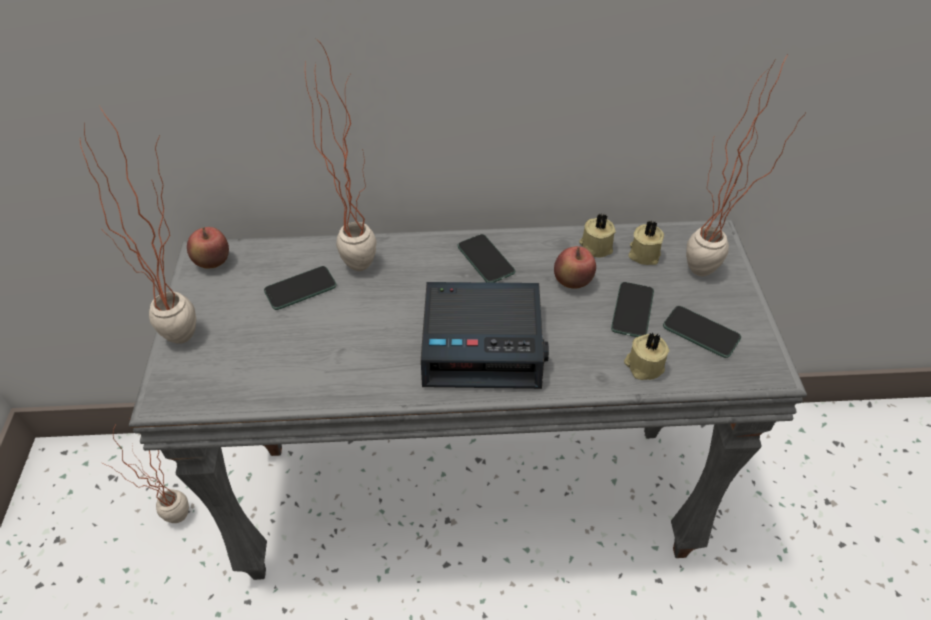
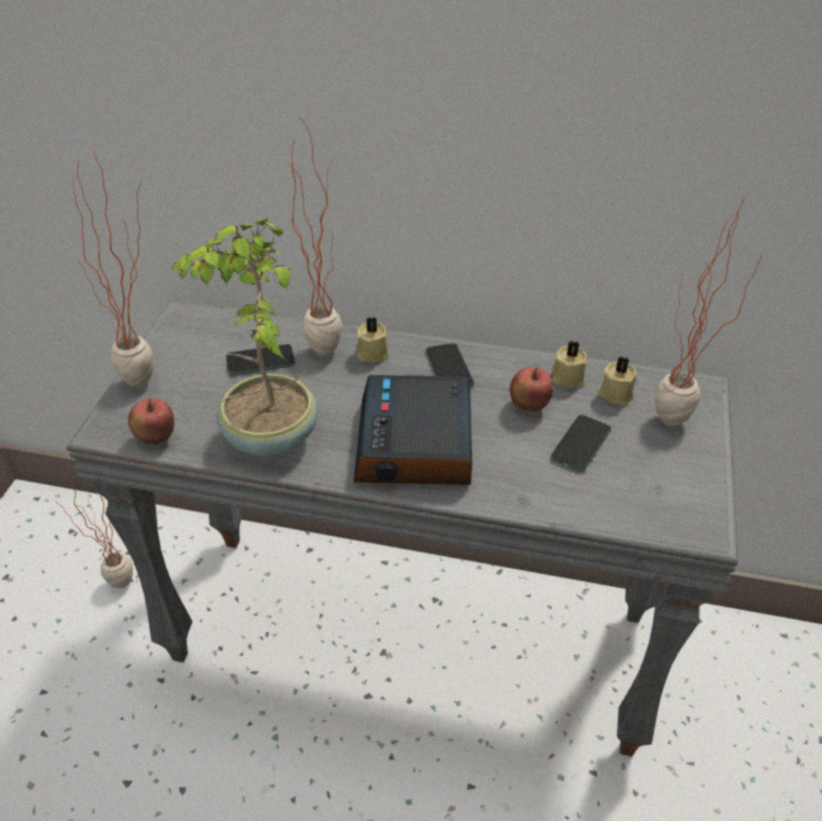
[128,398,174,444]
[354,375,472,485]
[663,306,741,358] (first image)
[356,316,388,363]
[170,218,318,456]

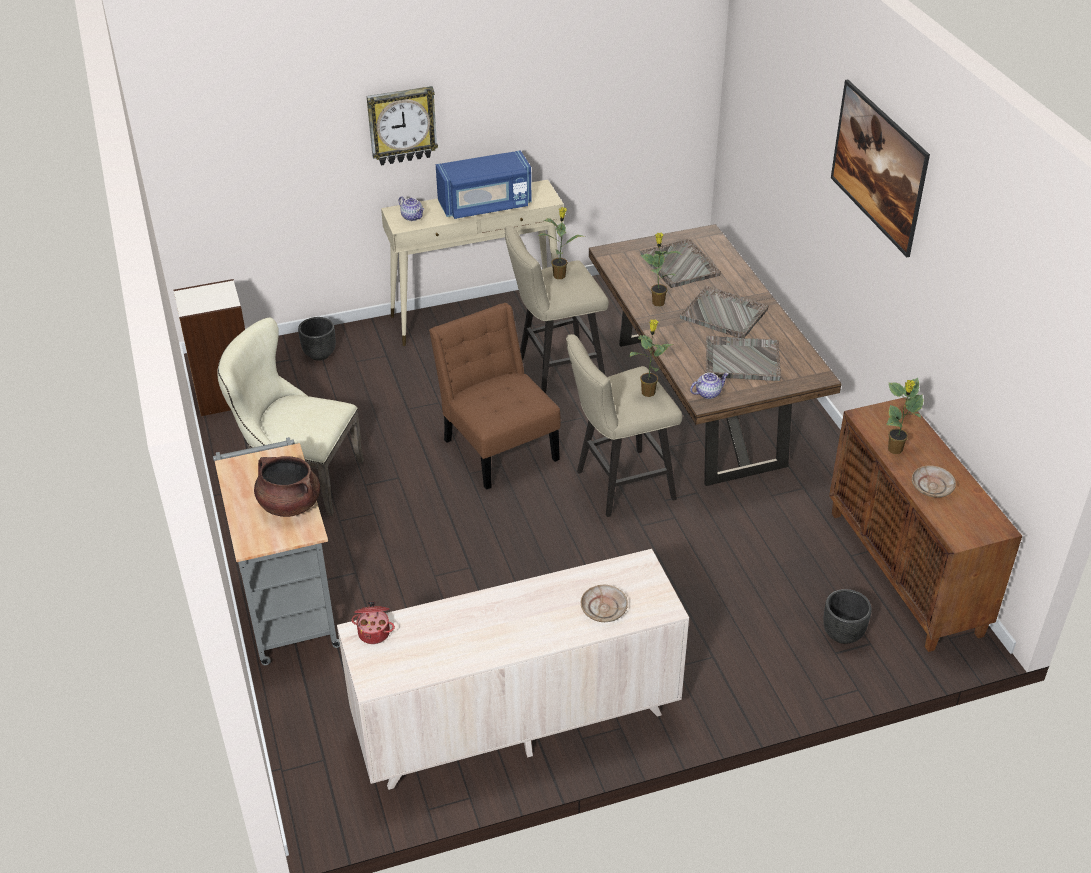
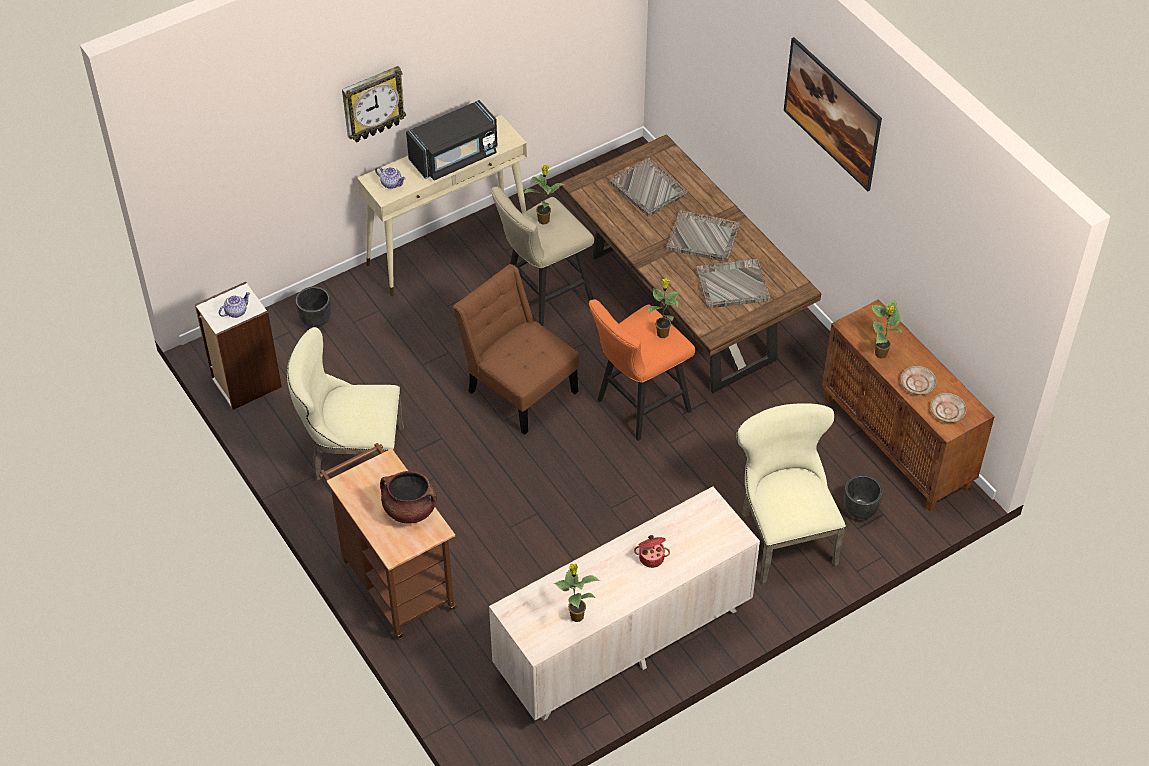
[406,100,498,181]
[554,563,600,622]
[589,299,695,441]
[219,292,250,318]
[319,443,457,639]
[930,393,967,423]
[634,535,670,568]
[736,403,846,584]

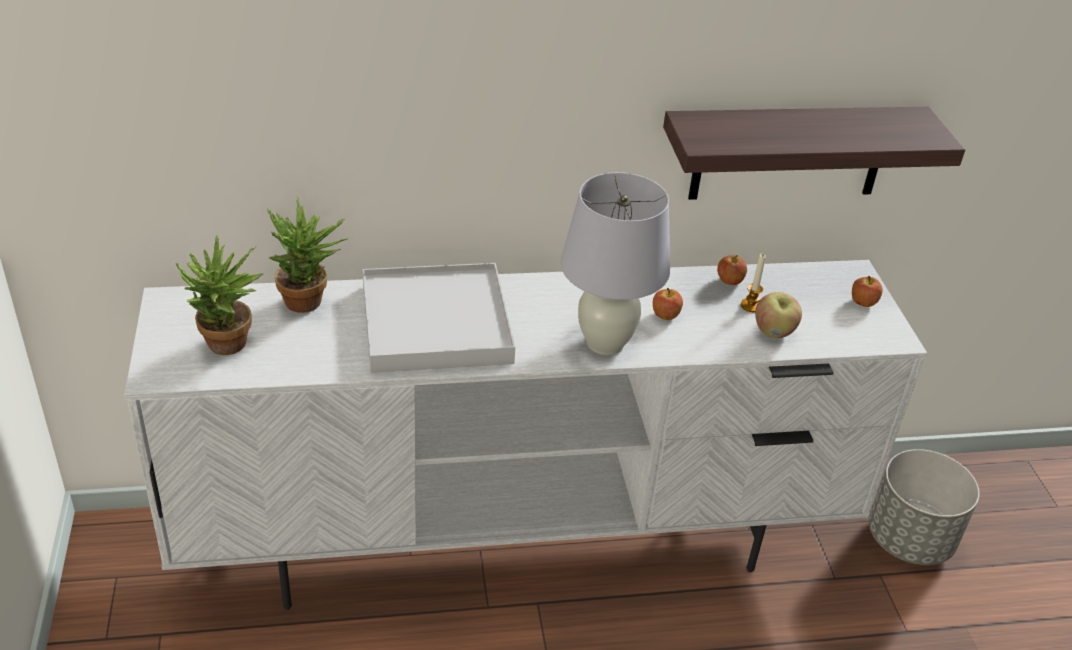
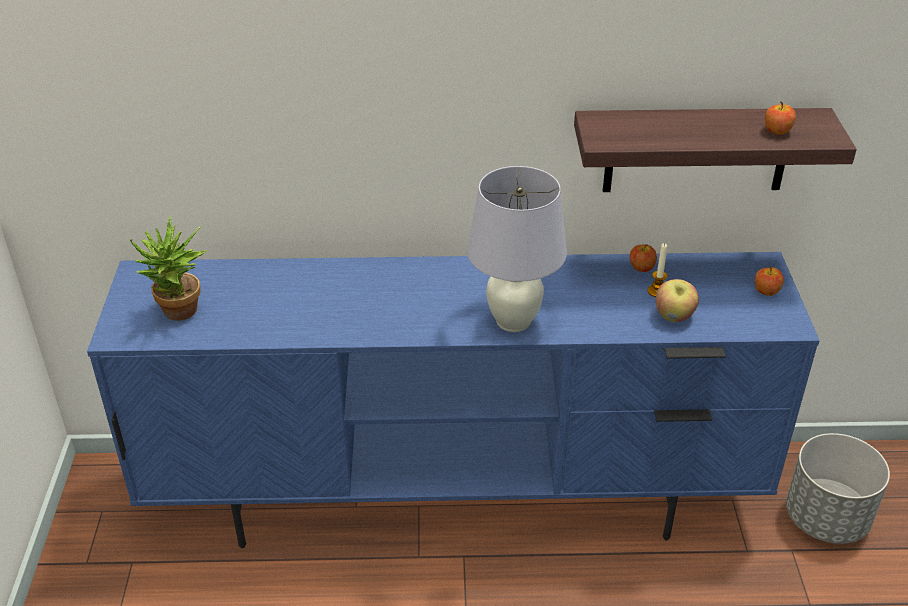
[267,197,348,313] (first image)
[87,252,820,548]
[363,263,515,373] (first image)
[765,101,796,135]

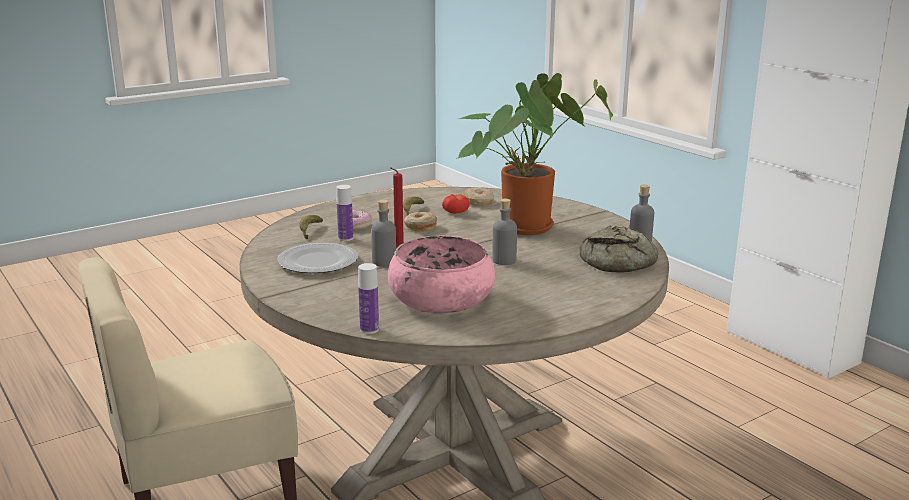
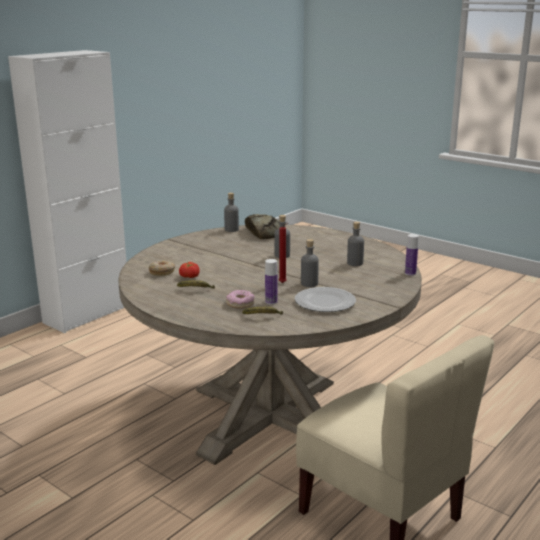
[456,73,613,235] (first image)
[404,212,437,232] (first image)
[347,221,364,266]

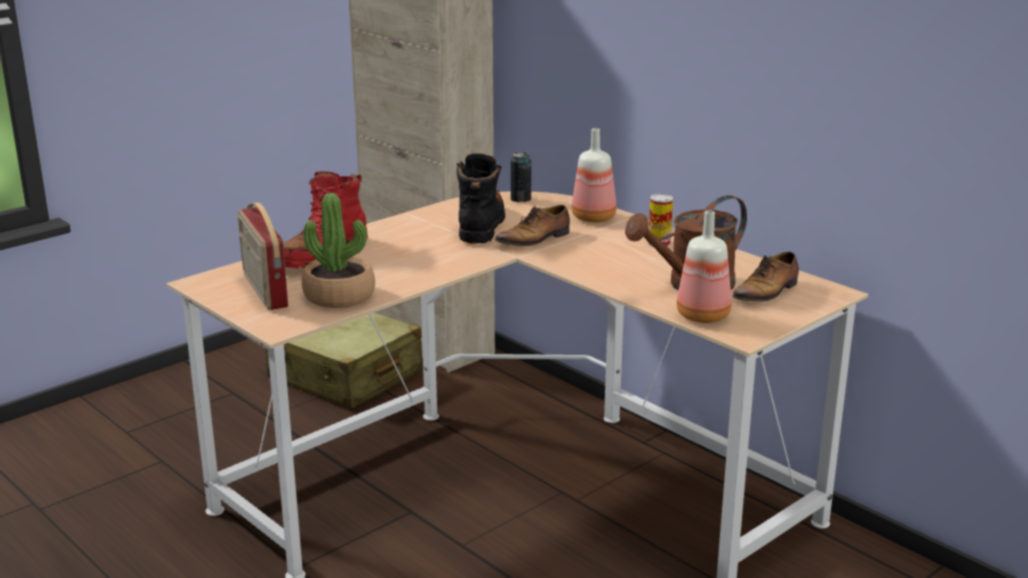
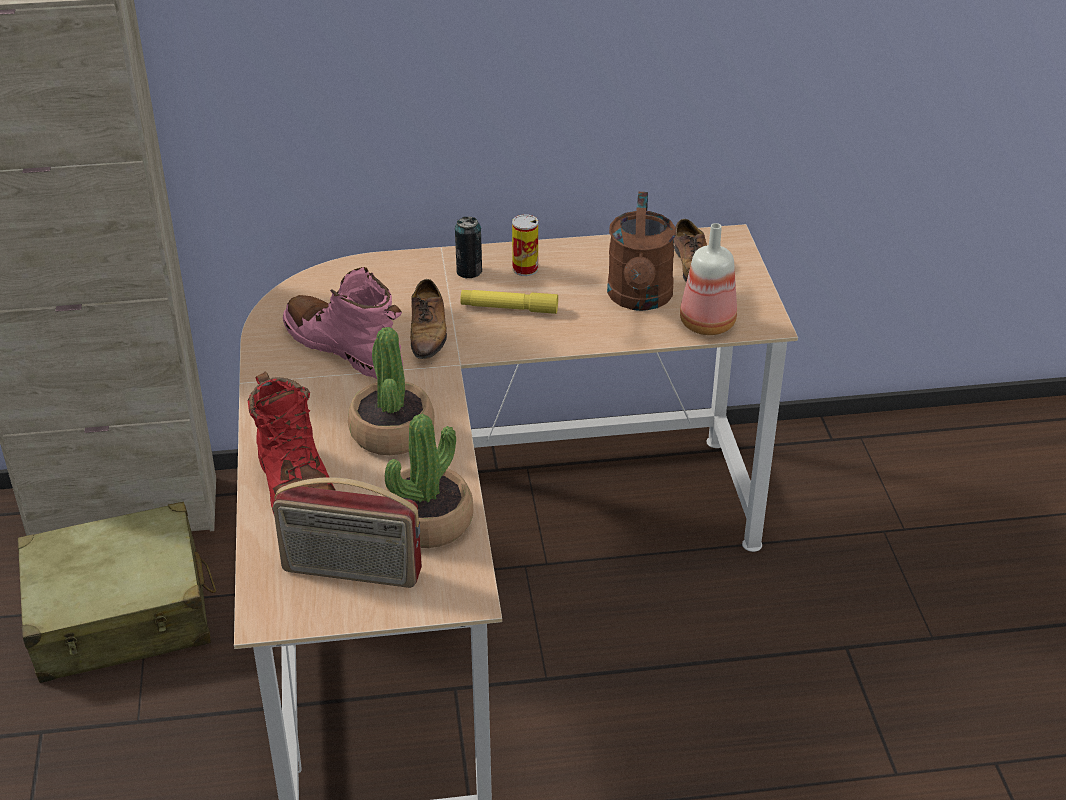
[572,128,616,222] (first image)
[455,217,482,279]
[283,267,403,379]
[460,290,558,314]
[348,327,434,455]

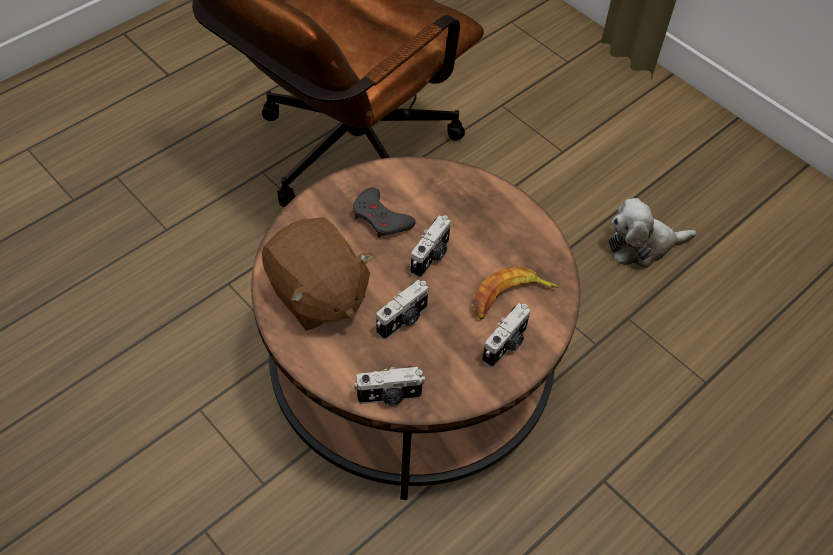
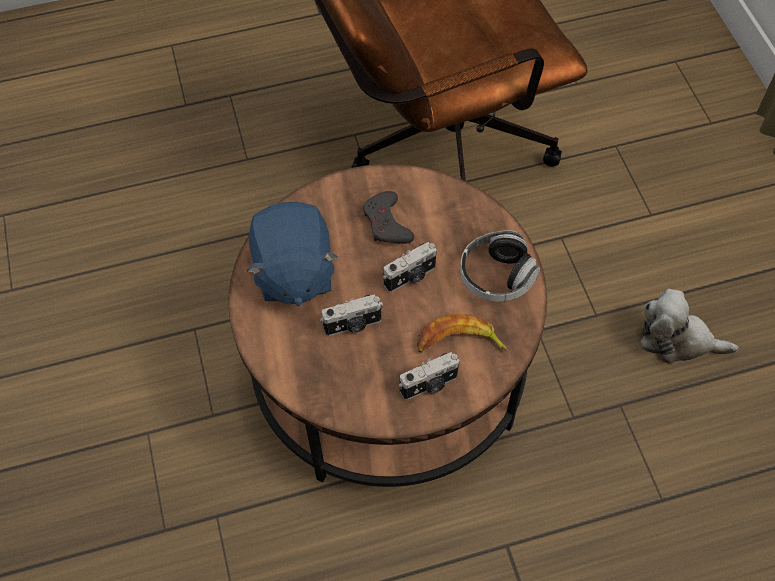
[247,202,337,306]
[354,366,425,405] (first image)
[460,230,541,302]

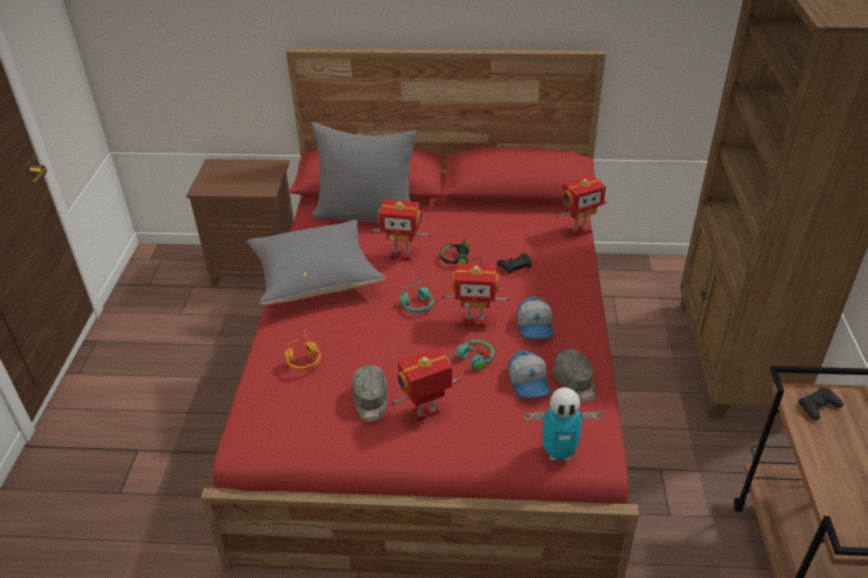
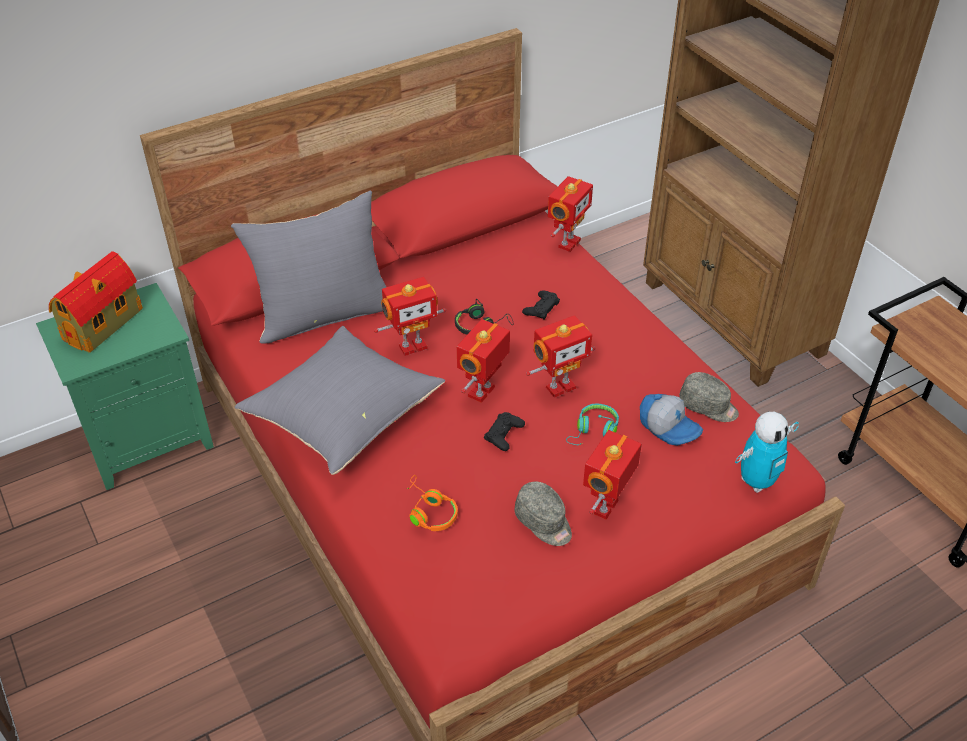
[36,283,214,490]
[457,319,510,403]
[517,296,553,339] (first image)
[484,412,525,451]
[49,251,143,353]

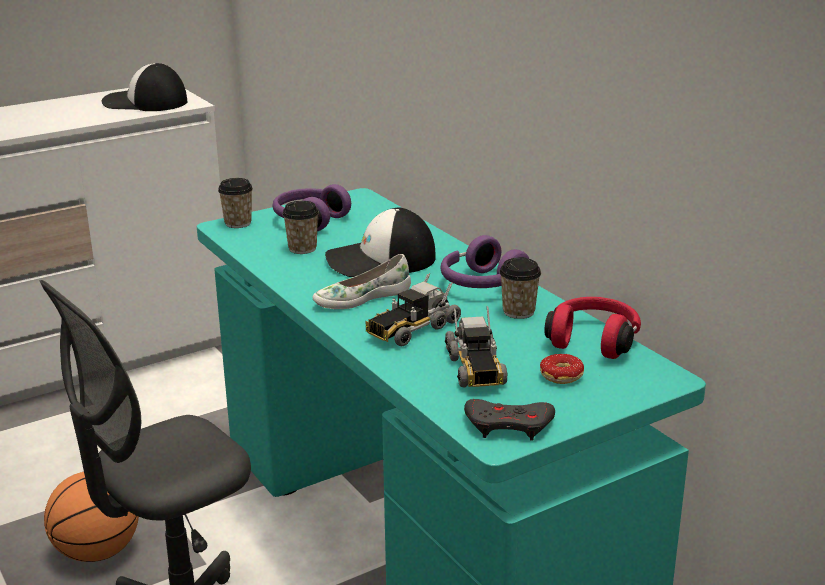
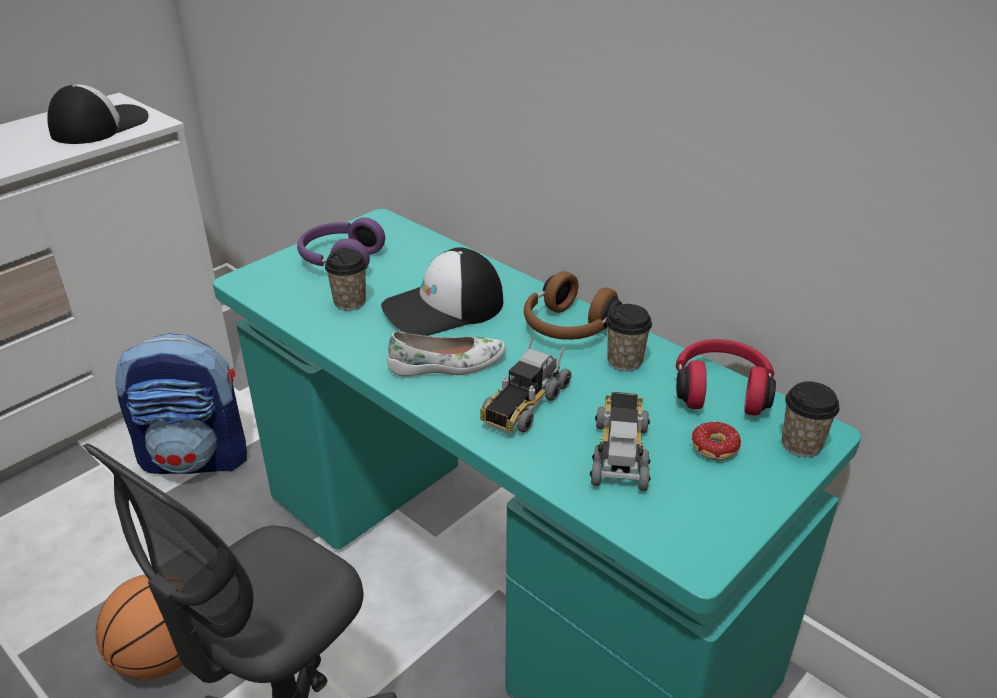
[47,84,149,144]
[782,381,839,457]
[524,271,622,340]
[387,331,506,377]
[590,392,651,491]
[464,399,555,441] (first image)
[115,333,247,474]

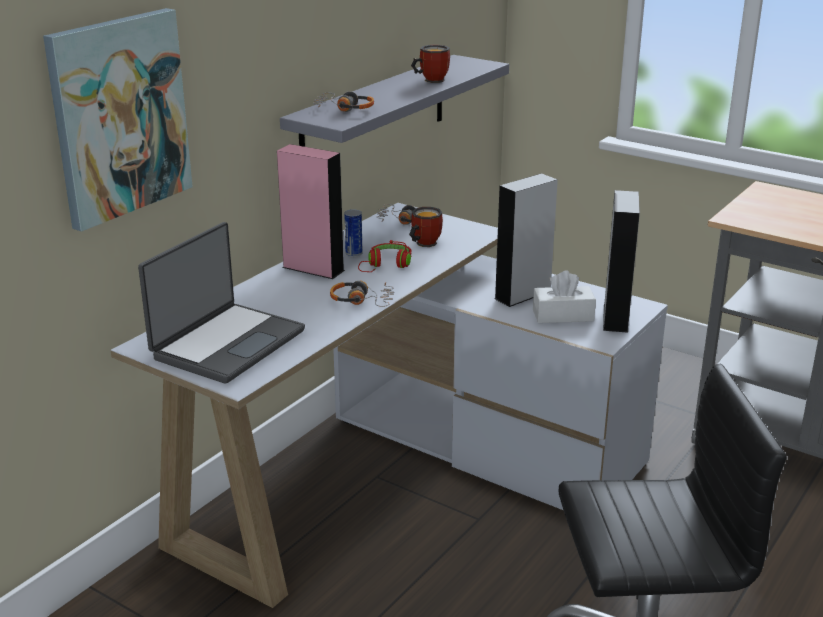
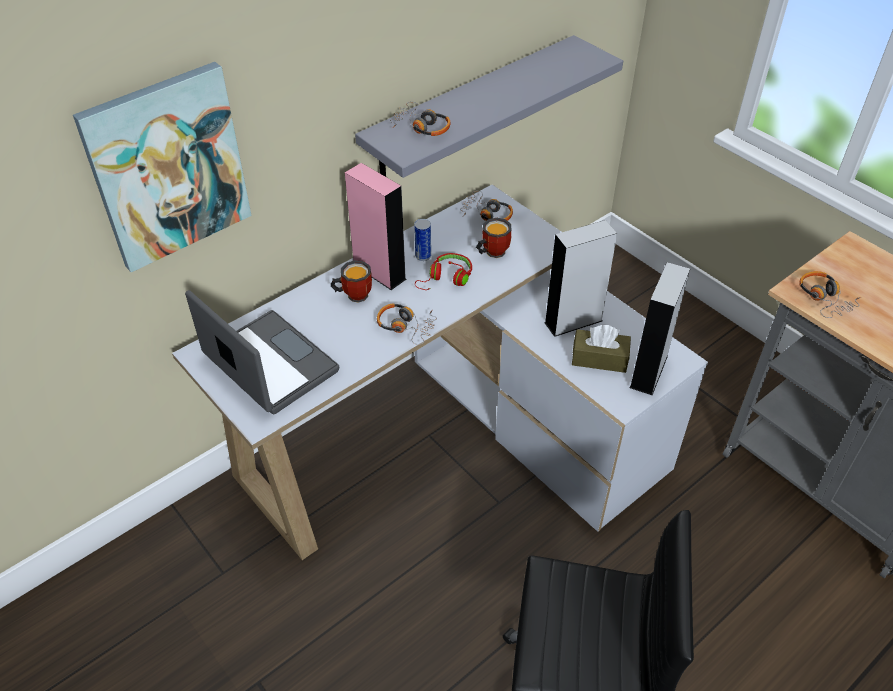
[331,260,372,303]
[185,290,339,415]
[572,325,631,373]
[799,271,861,318]

